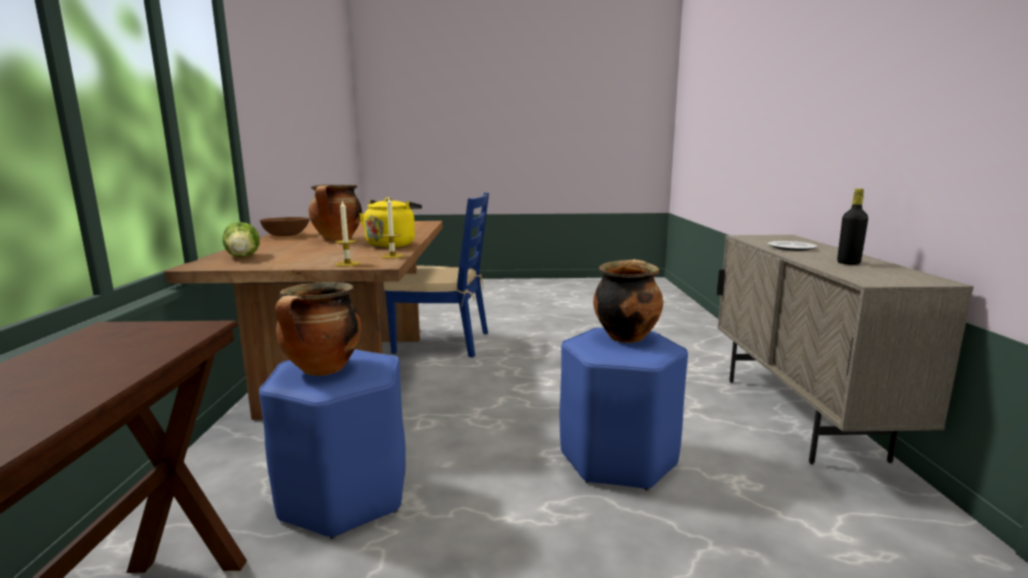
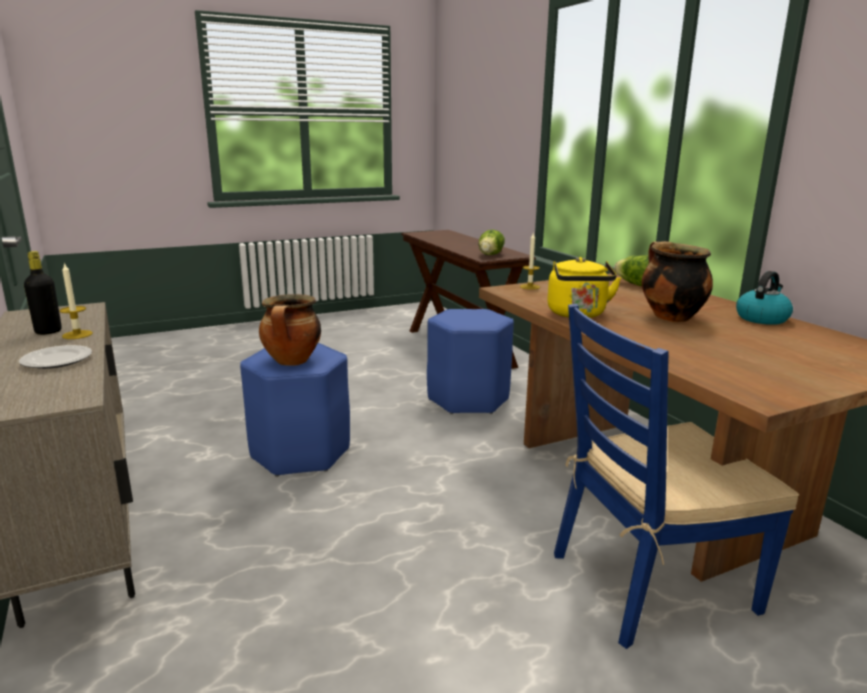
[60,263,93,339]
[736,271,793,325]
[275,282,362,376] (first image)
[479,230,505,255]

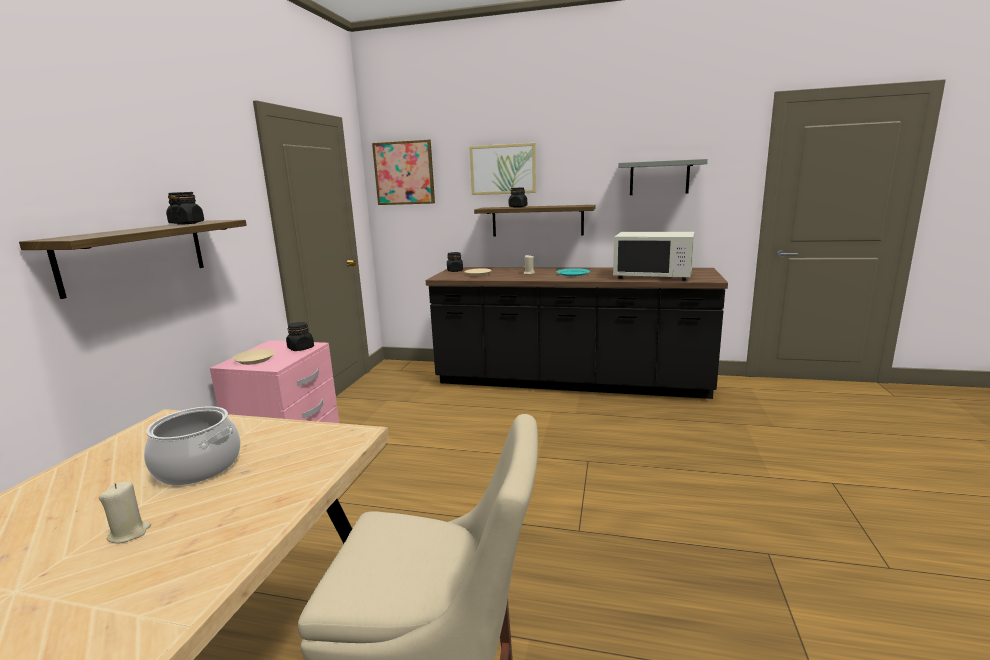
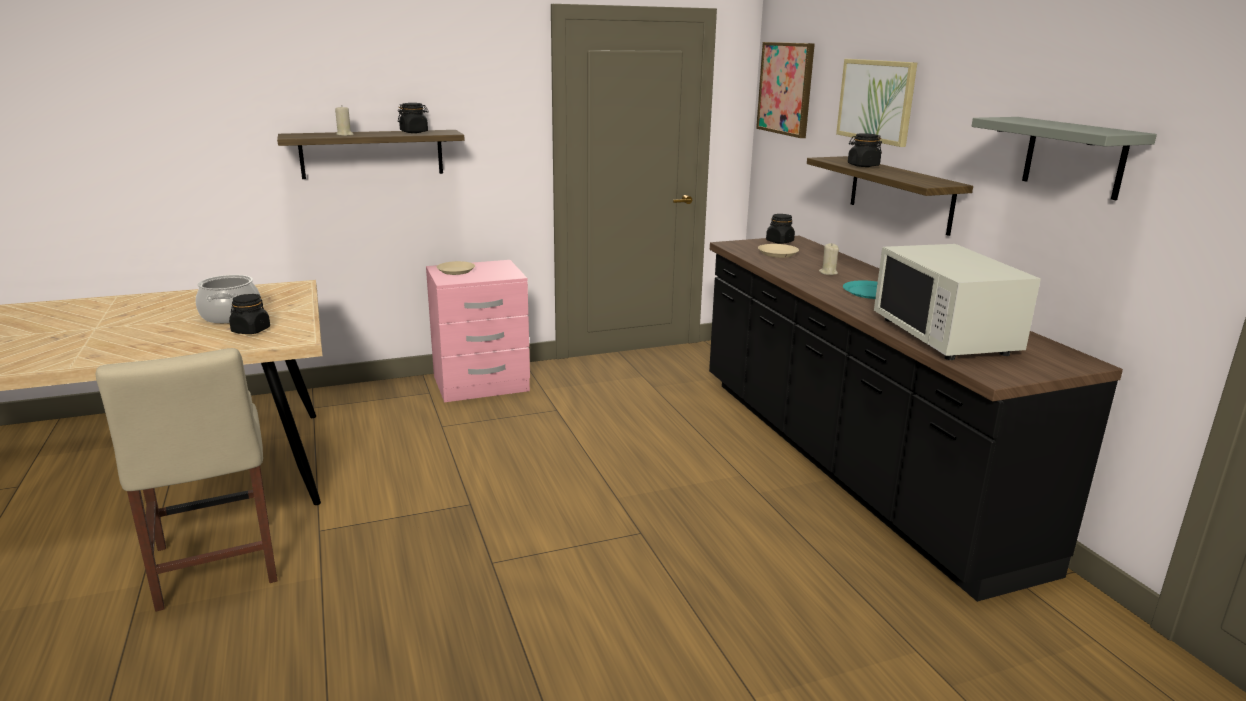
[229,294,270,334]
[335,105,354,136]

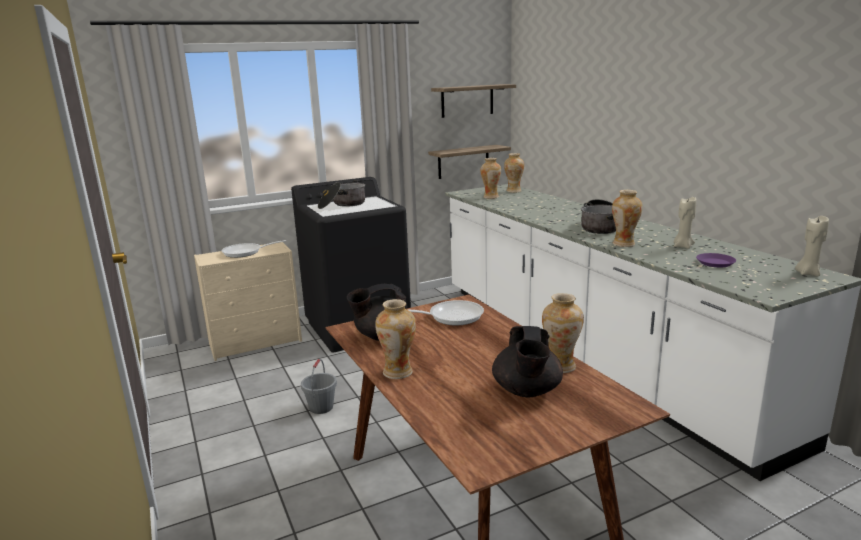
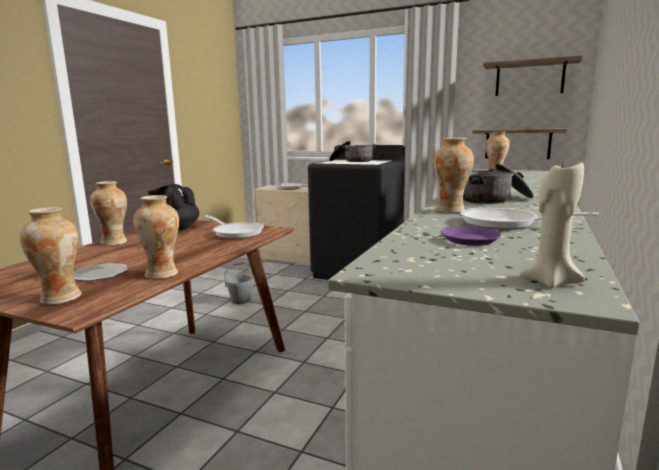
[20,207,81,305]
[460,208,599,230]
[74,263,128,281]

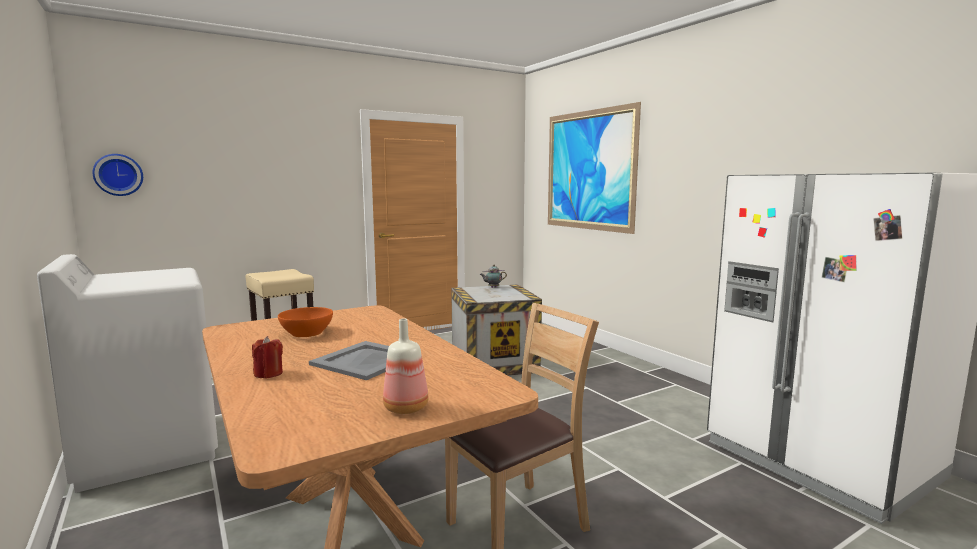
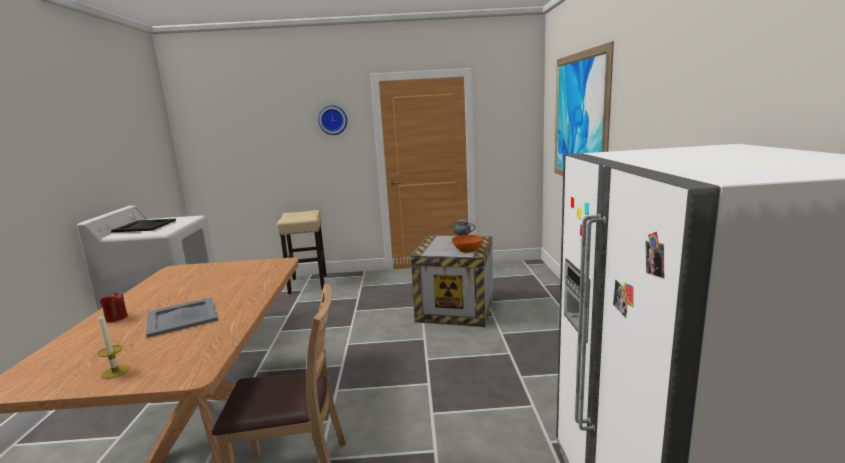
[318,105,347,135]
[452,235,483,253]
[98,313,130,379]
[111,219,176,232]

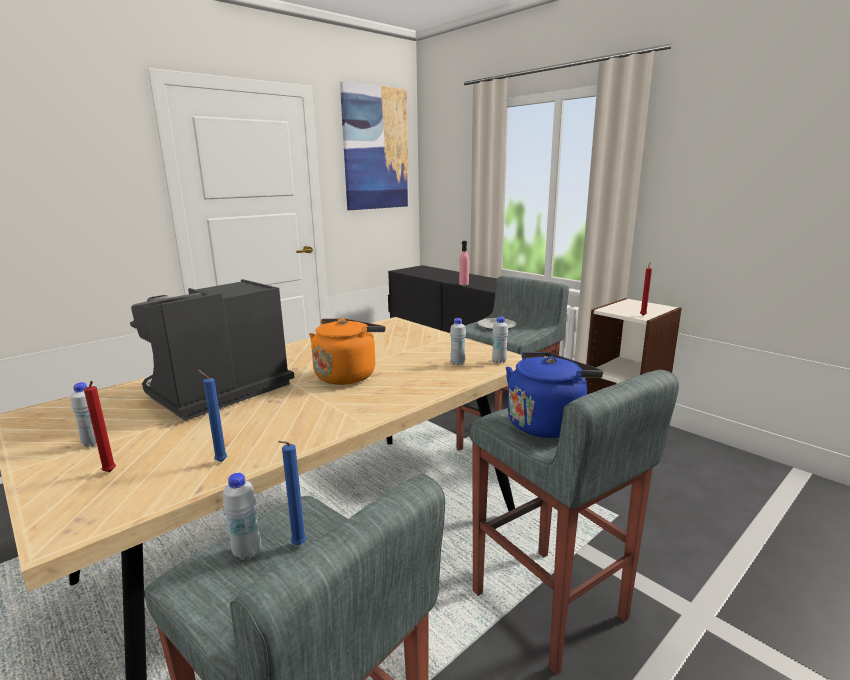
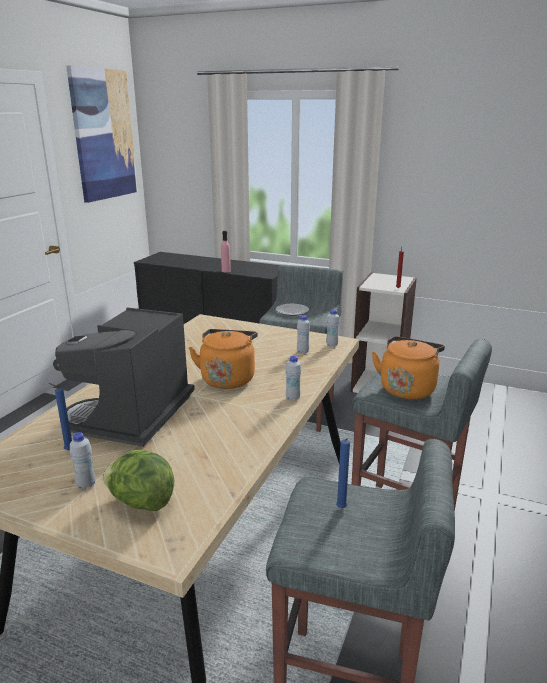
[372,336,445,399]
[49,383,72,451]
[103,450,174,511]
[285,355,301,401]

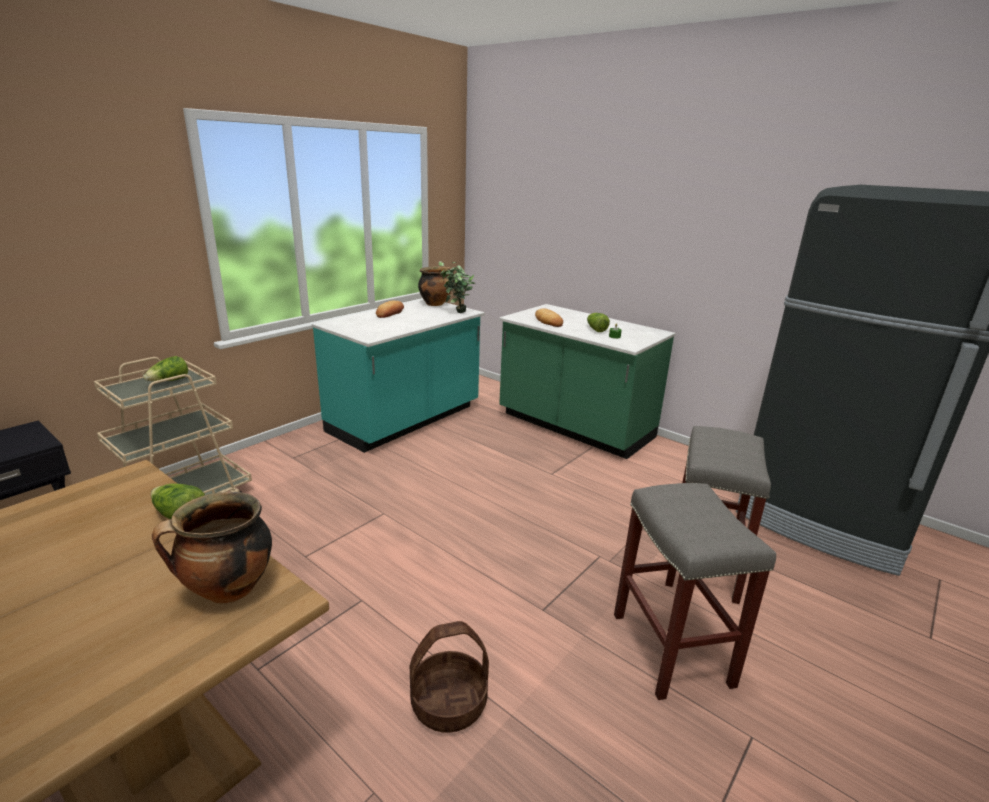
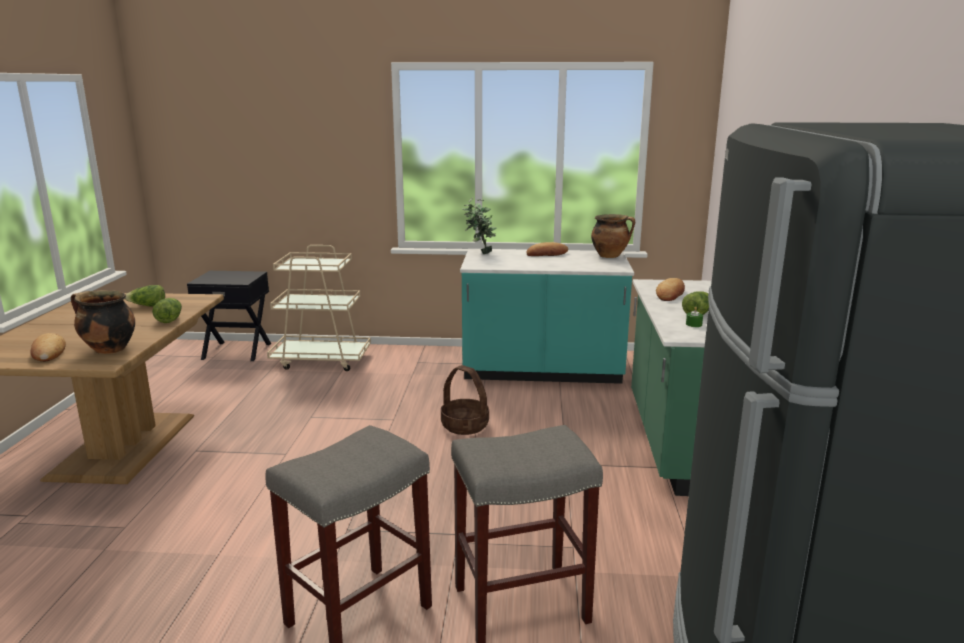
[462,198,497,254]
[125,285,165,306]
[441,365,489,435]
[31,333,66,362]

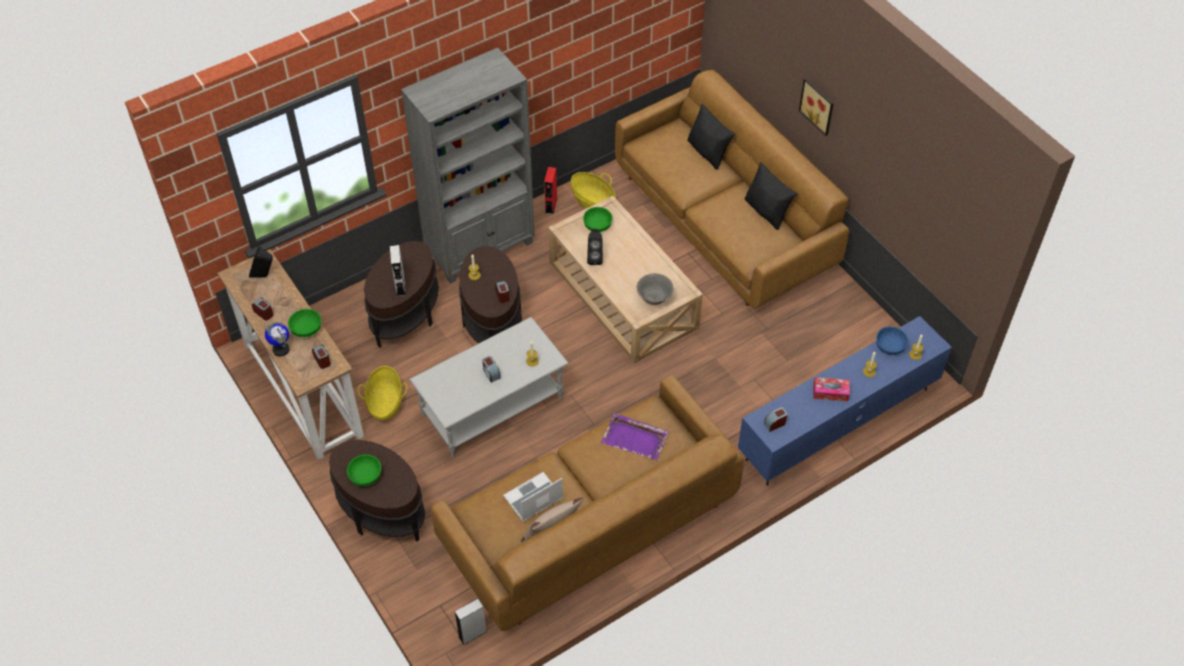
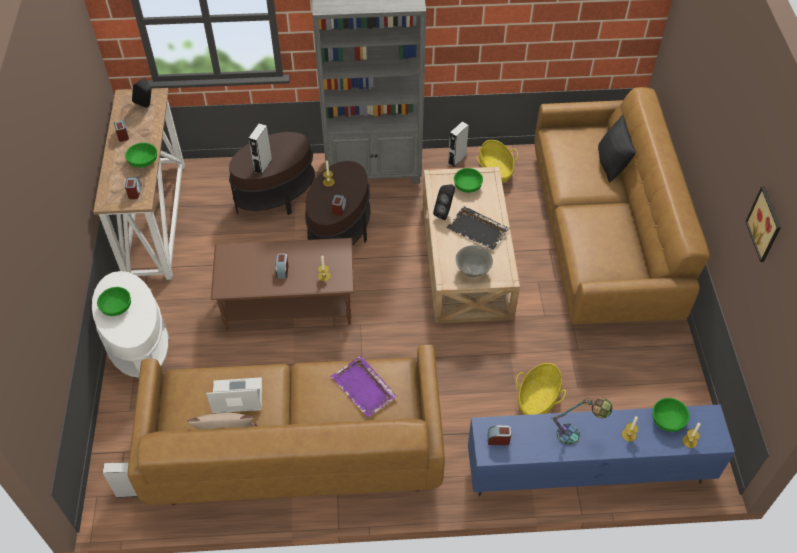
[745,186,781,262]
[745,162,797,230] (first image)
[448,121,469,167]
[211,238,354,331]
[265,322,289,357] (first image)
[653,398,690,432]
[516,363,566,415]
[552,398,613,445]
[92,271,170,378]
[446,206,510,250]

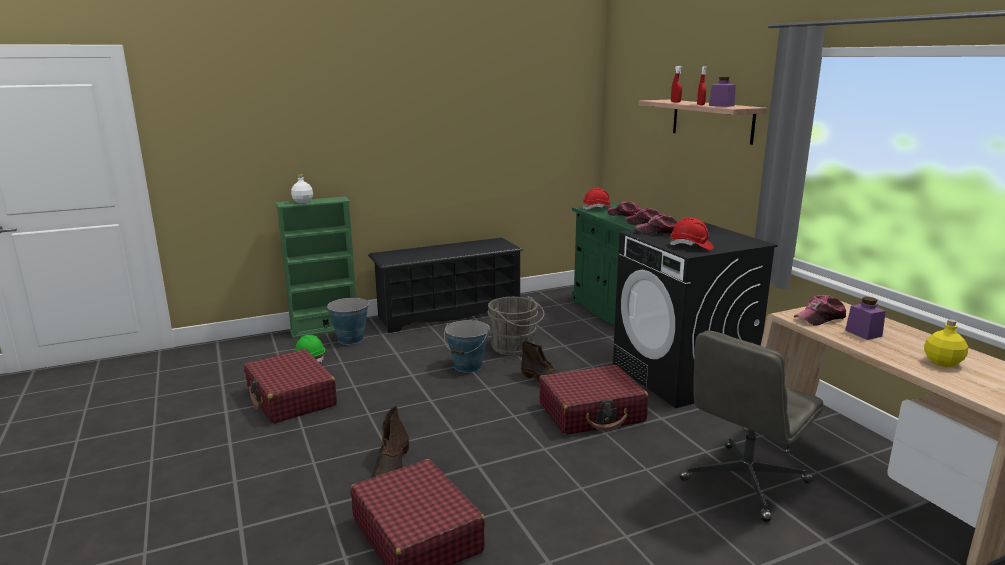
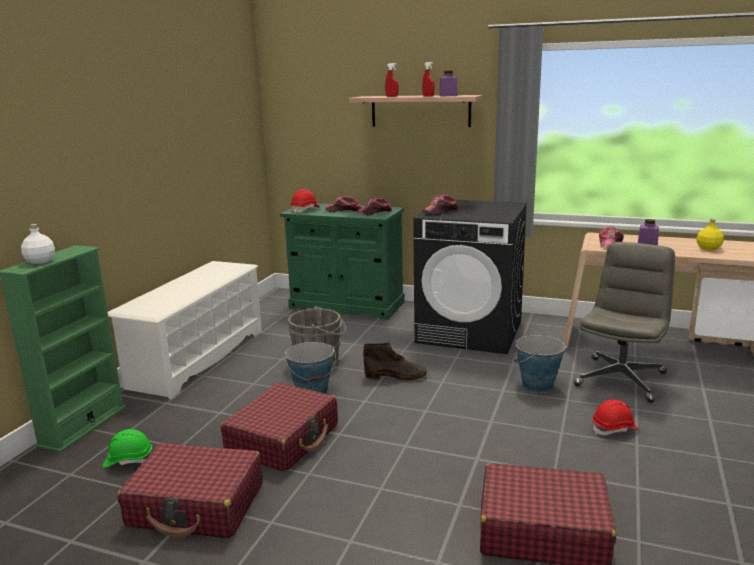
[592,399,638,435]
[108,261,262,399]
[514,334,565,393]
[574,242,675,403]
[221,383,338,472]
[372,406,409,478] (first image)

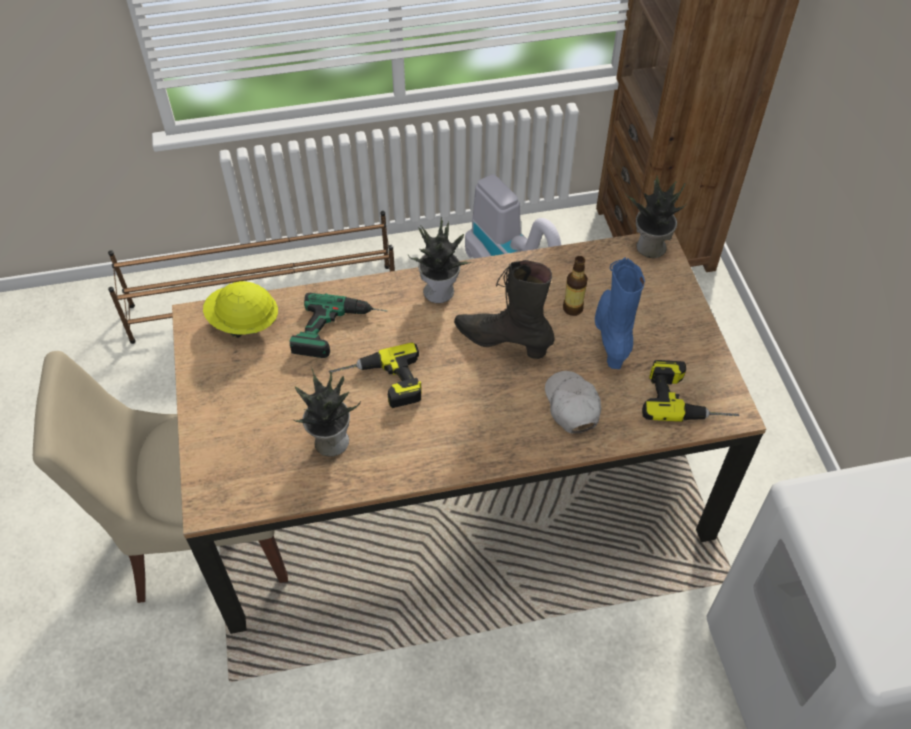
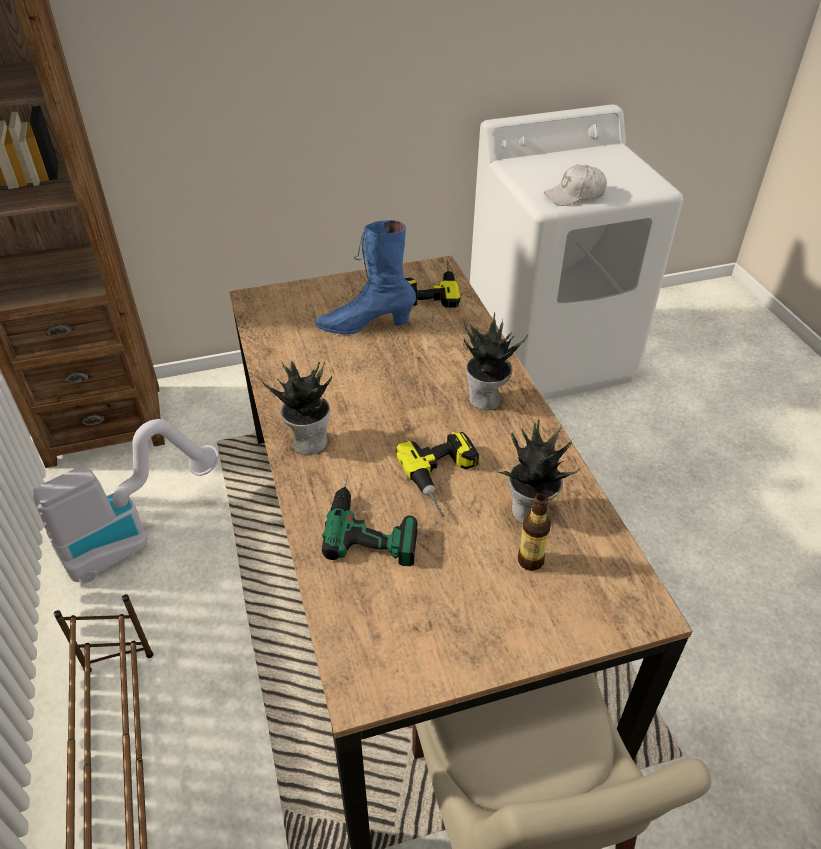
[464,312,528,410]
[518,493,551,571]
[454,260,555,359] (first image)
[203,281,278,338] (first image)
[544,165,607,206]

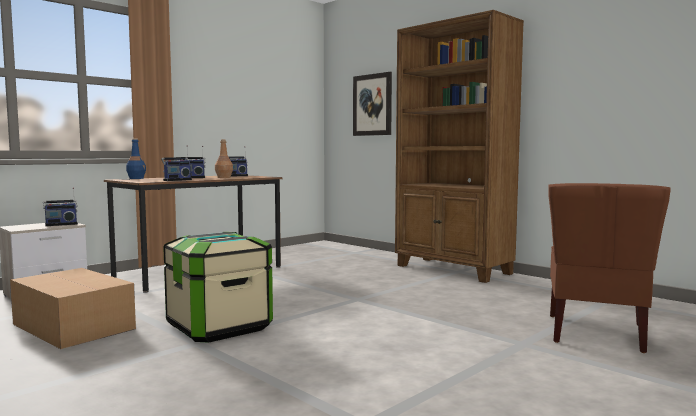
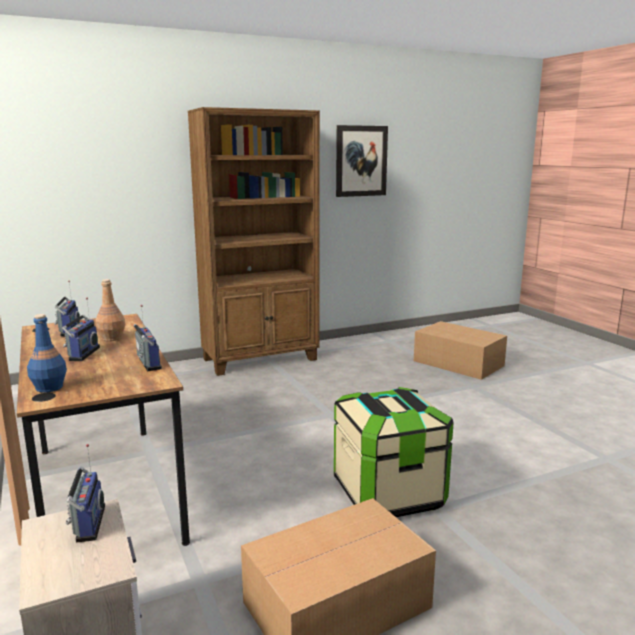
[336,125,388,197]
[414,321,507,380]

